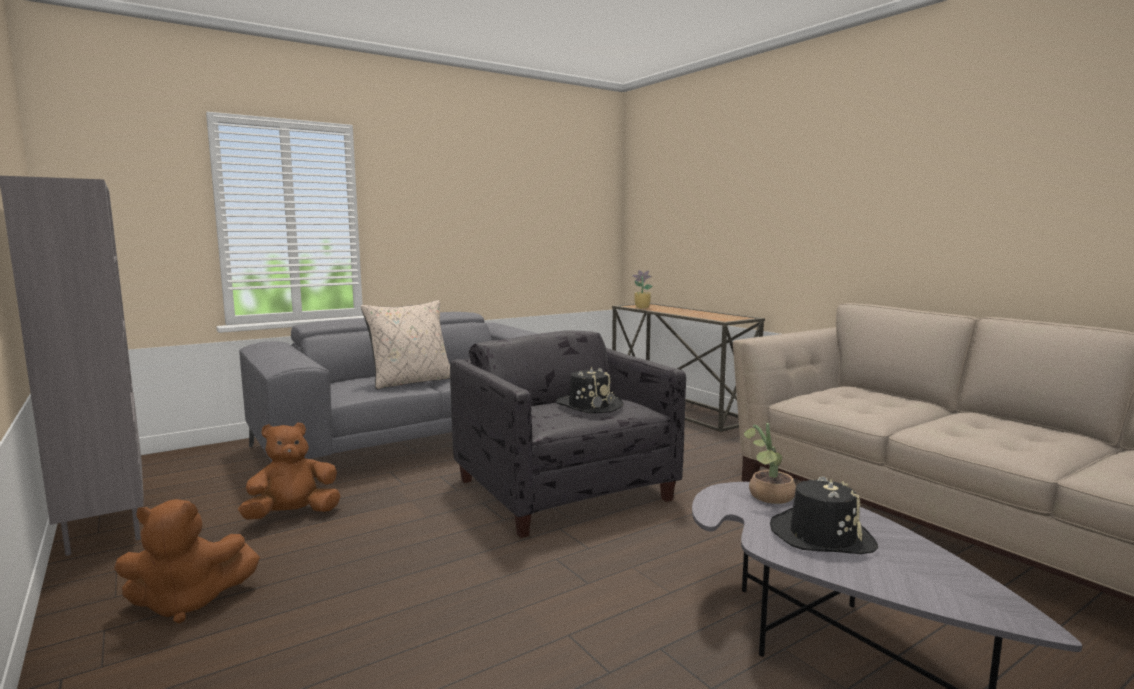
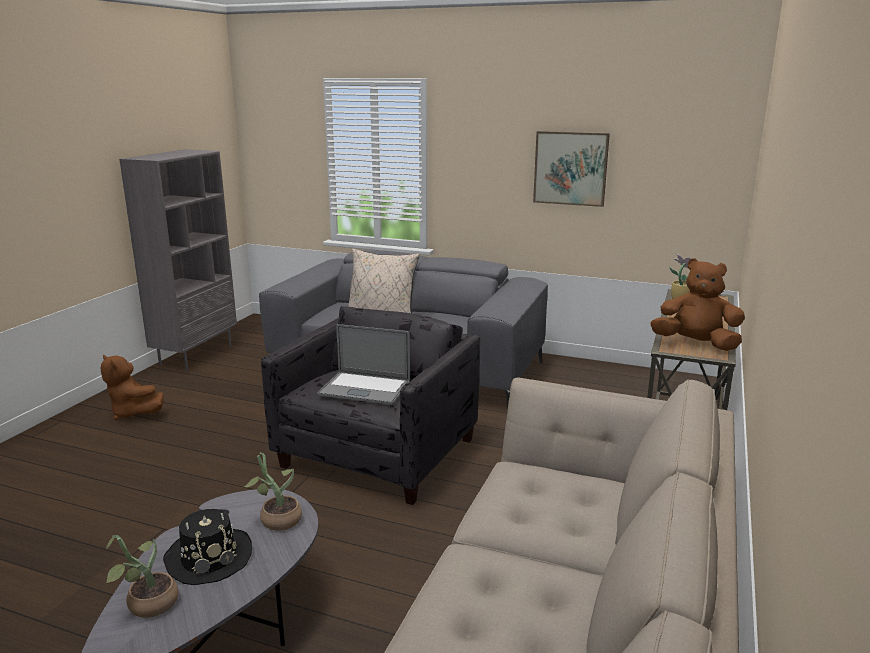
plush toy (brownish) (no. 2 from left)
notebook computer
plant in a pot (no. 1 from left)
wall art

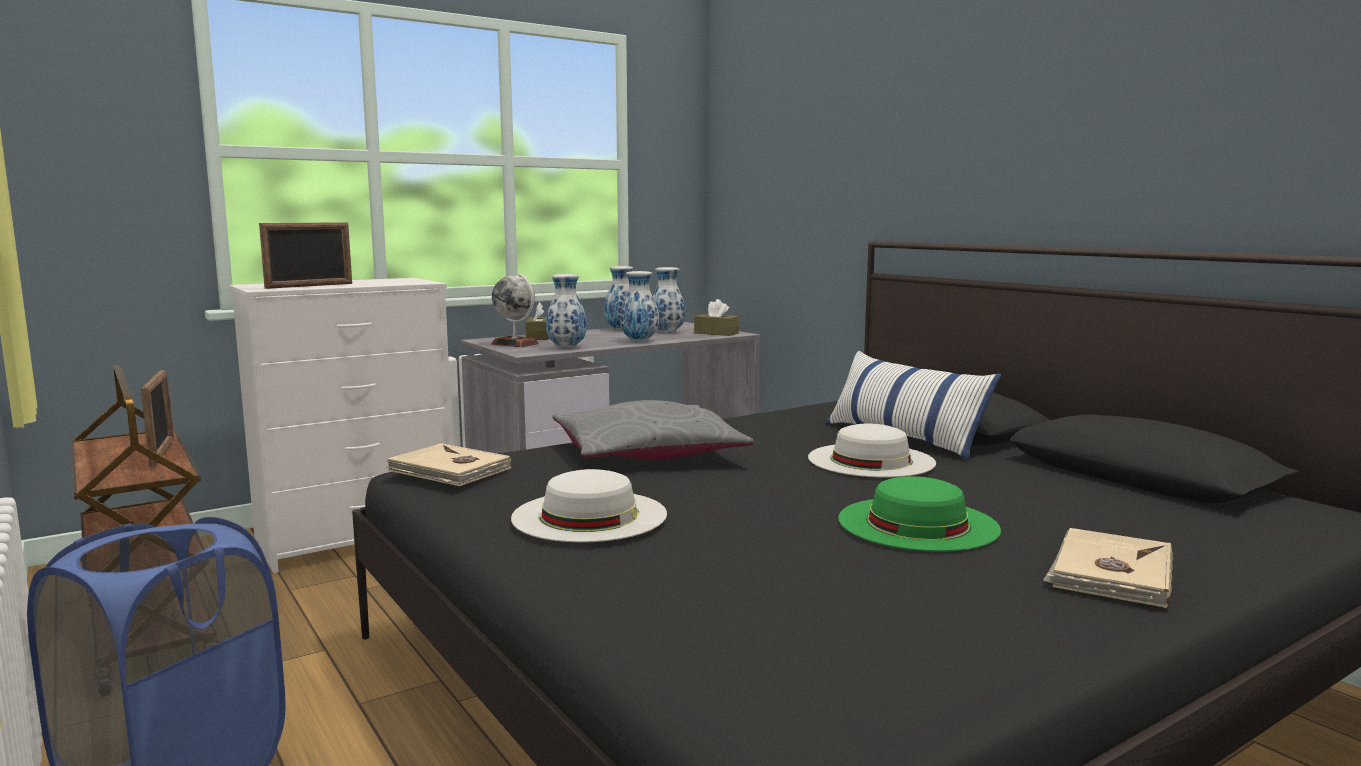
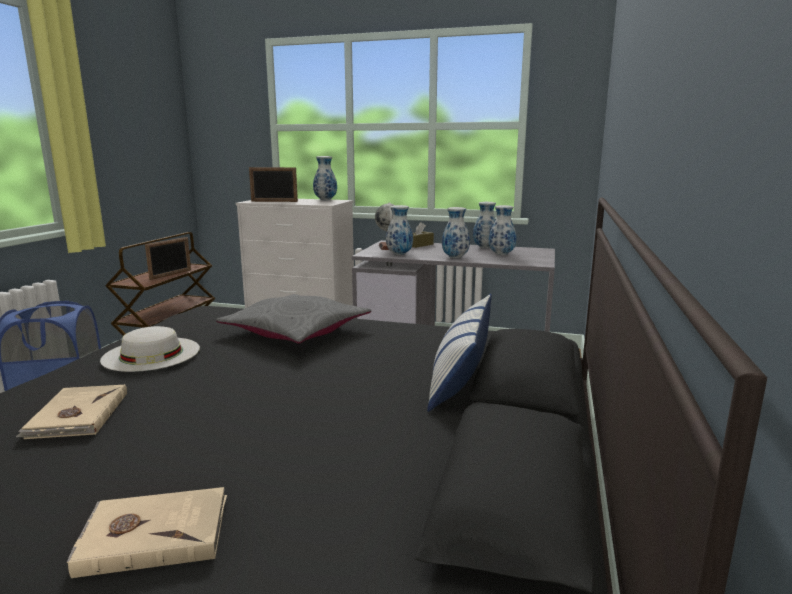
book (beige-coloured) (no. 1 from left)
tissue box (brownish) (no. 2 from left in the first image)
wearable hat (whitish) (no. 2 from left in the first image)
wearable hat (green)
vase (no. 1 from left)

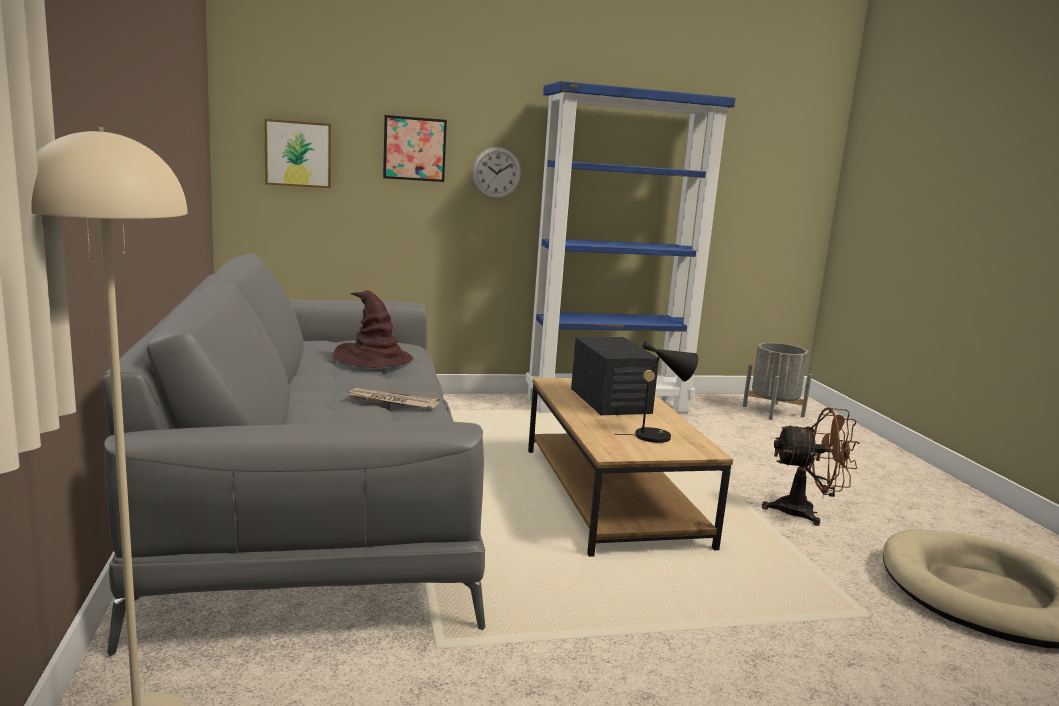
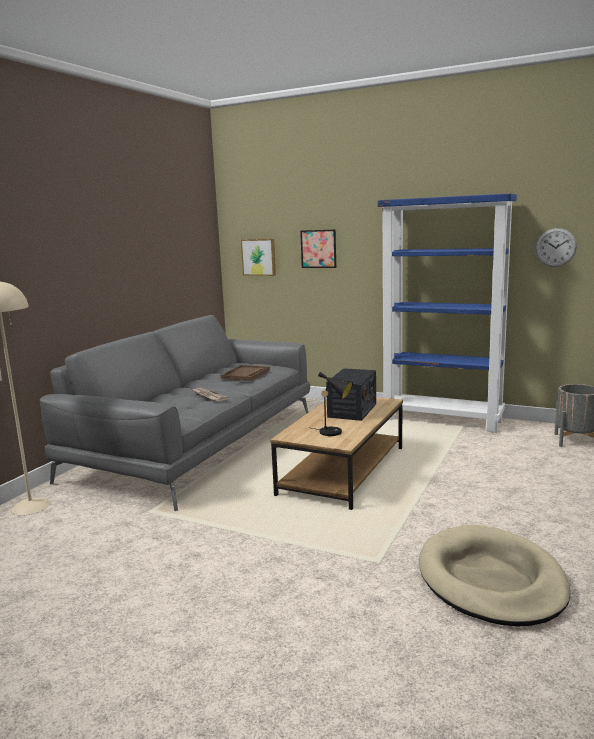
tray (brownish)
wall clock
electric fan (brownish)

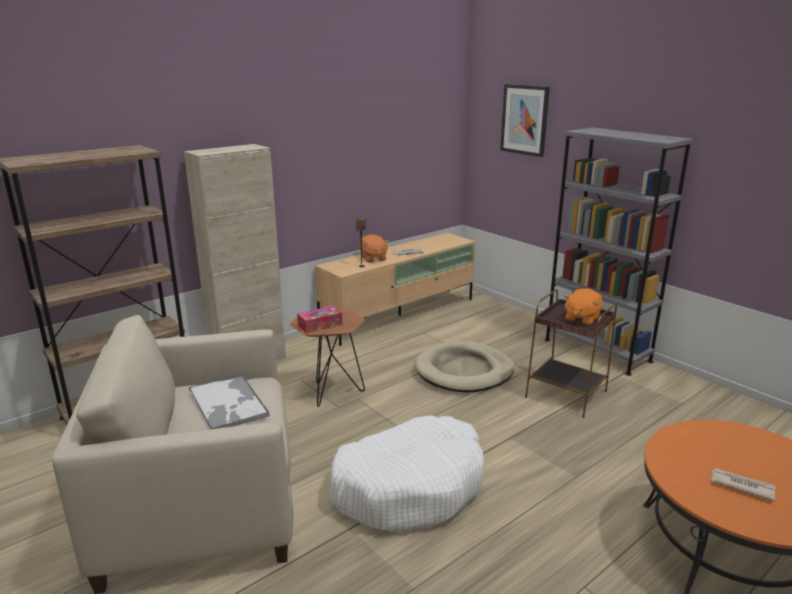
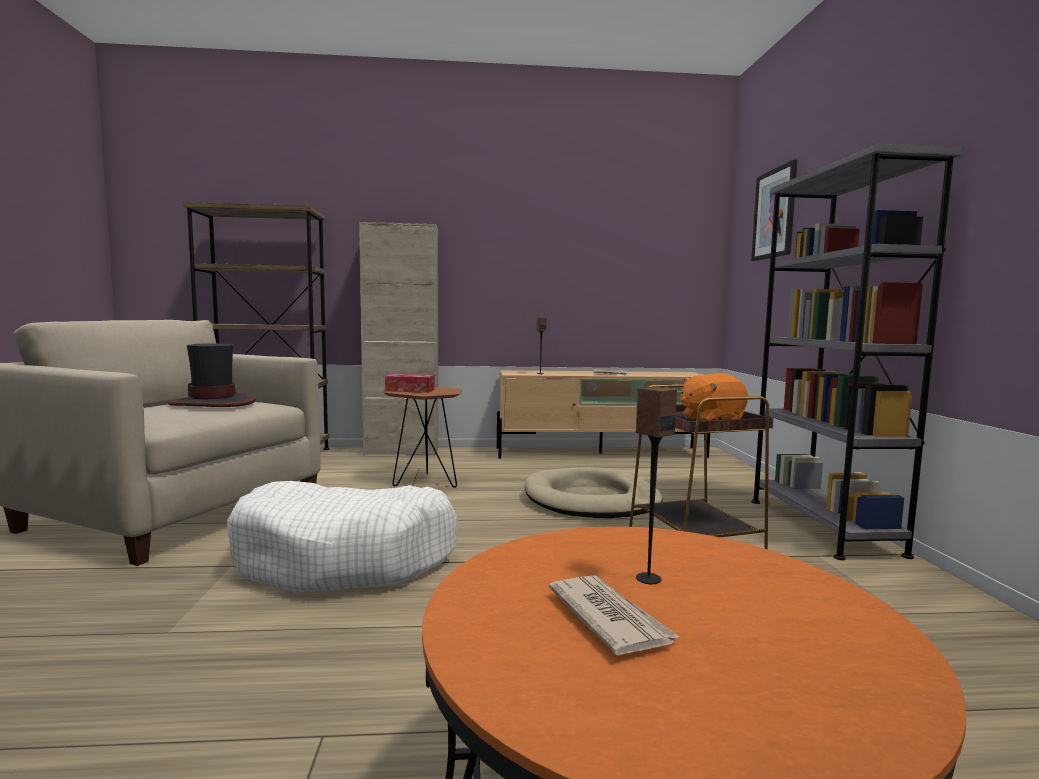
wearable hat
plush toy (orangey) (no. 1 from left in the first image)
loudspeaker (no. 2 from left)

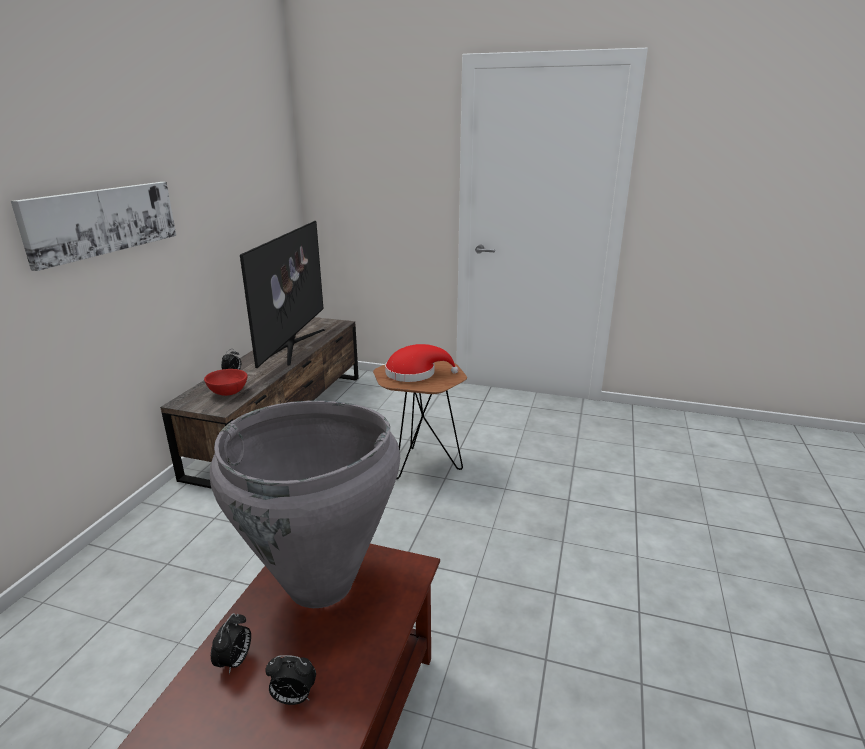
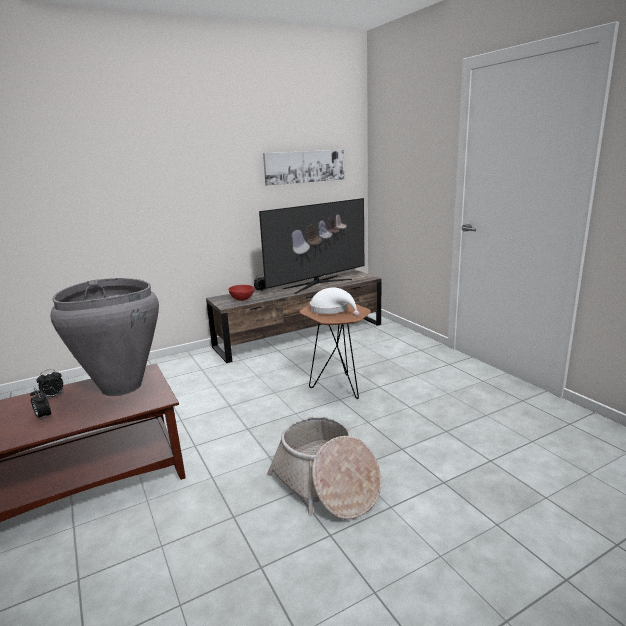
wall art
wearable hat (whitish)
basket

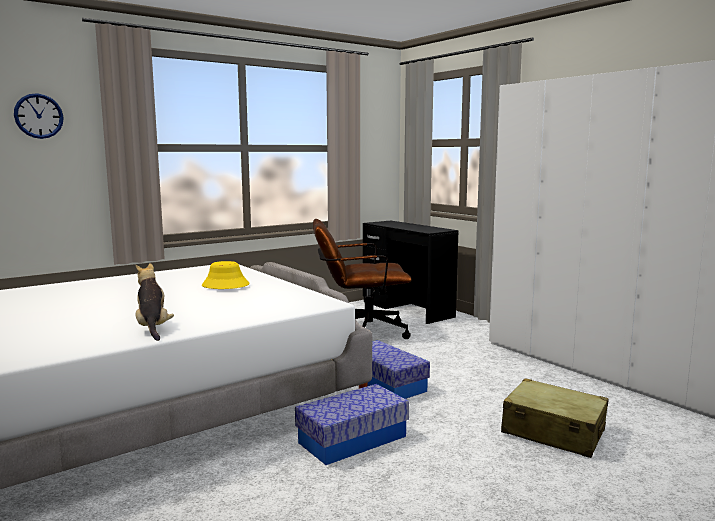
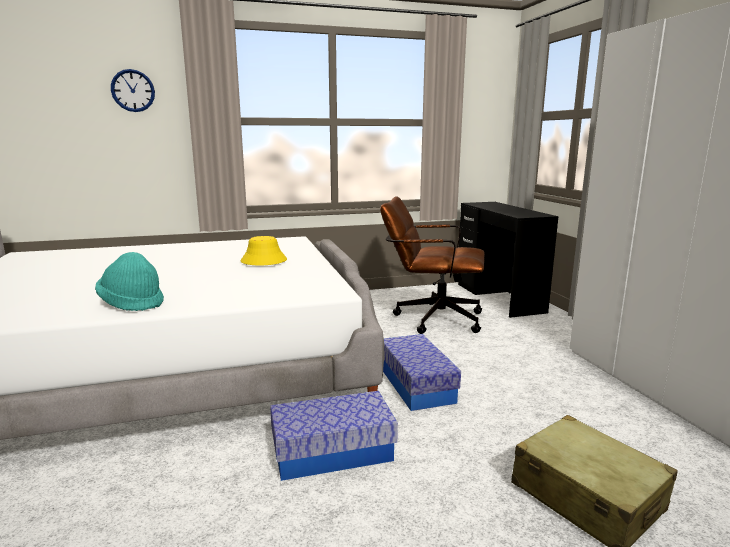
wearable hat (turquoise-coloured)

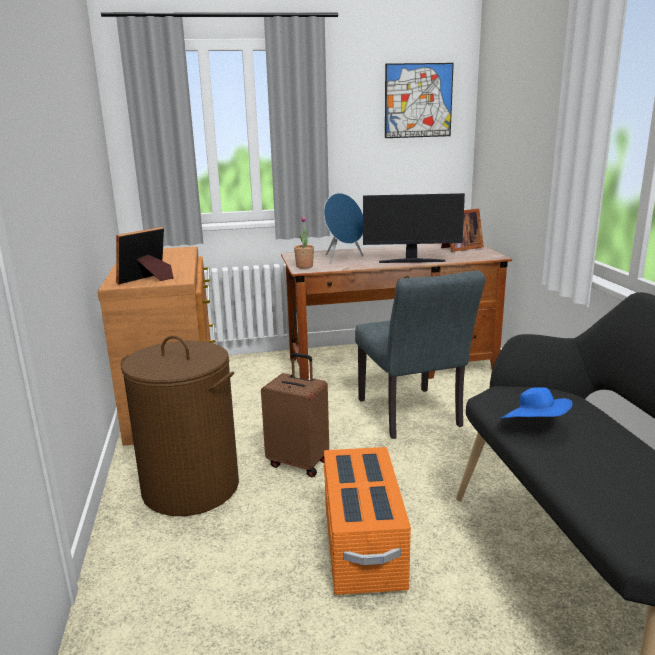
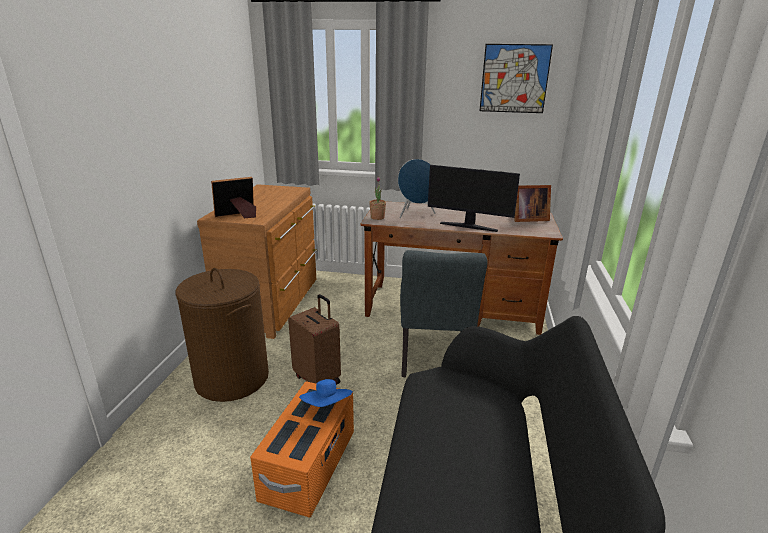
wearable hat (blue)

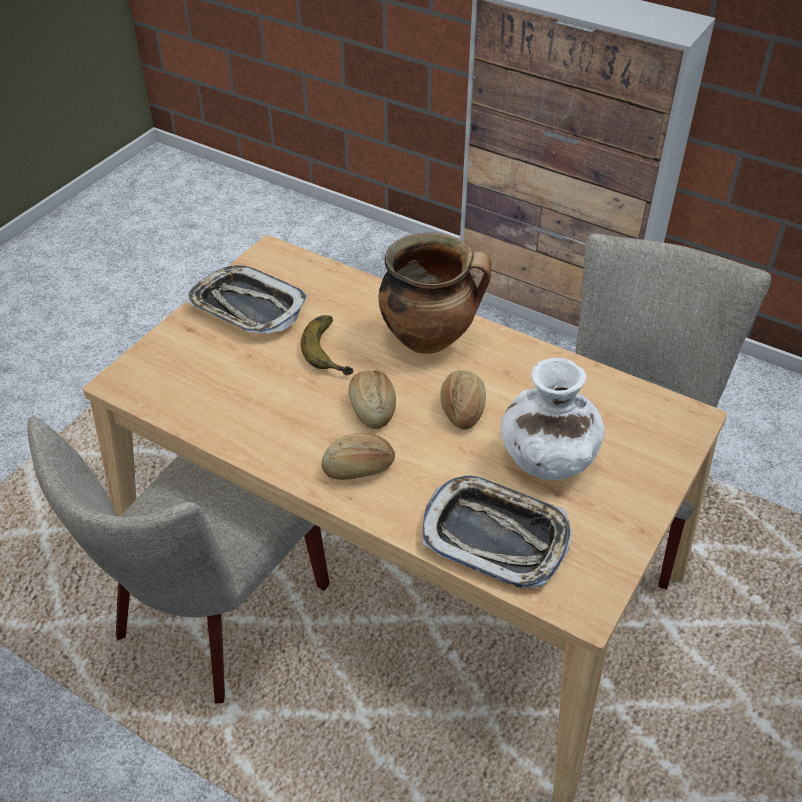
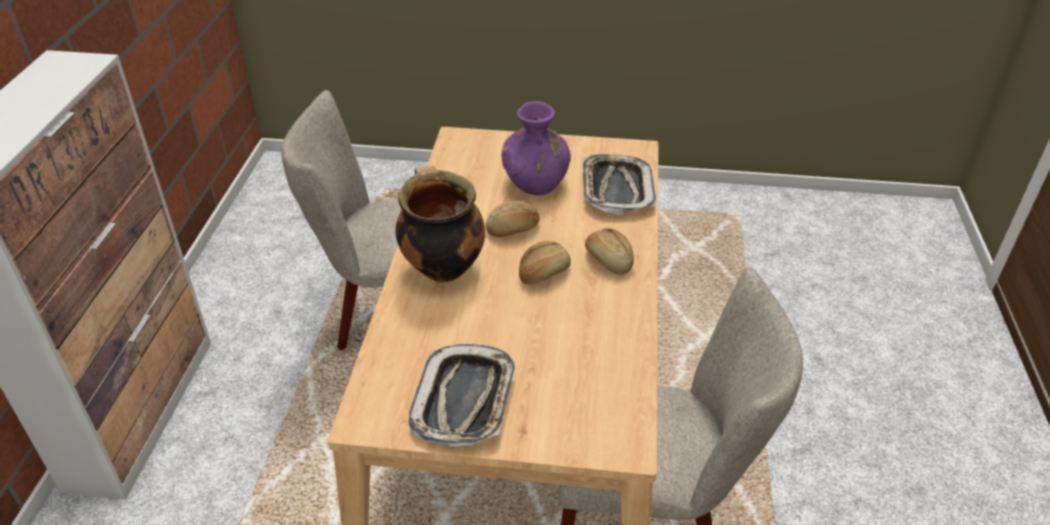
banana fruit
vase (purple)

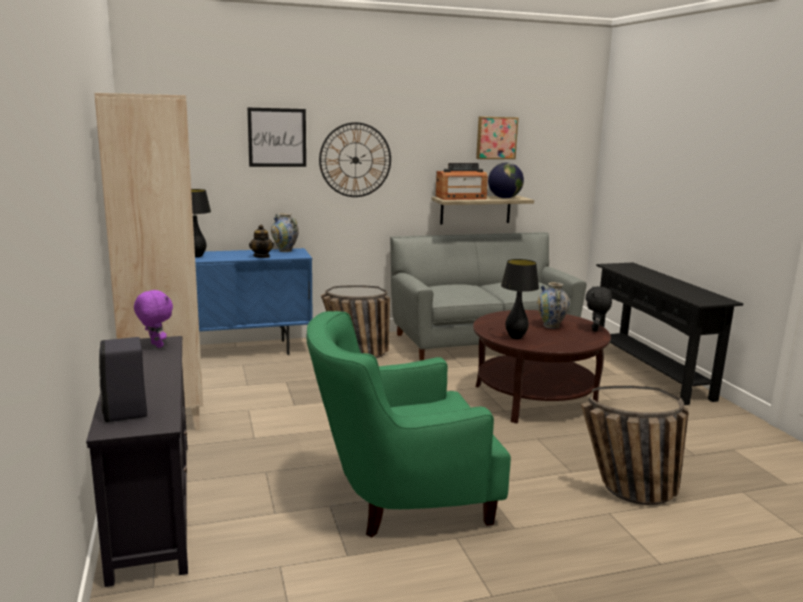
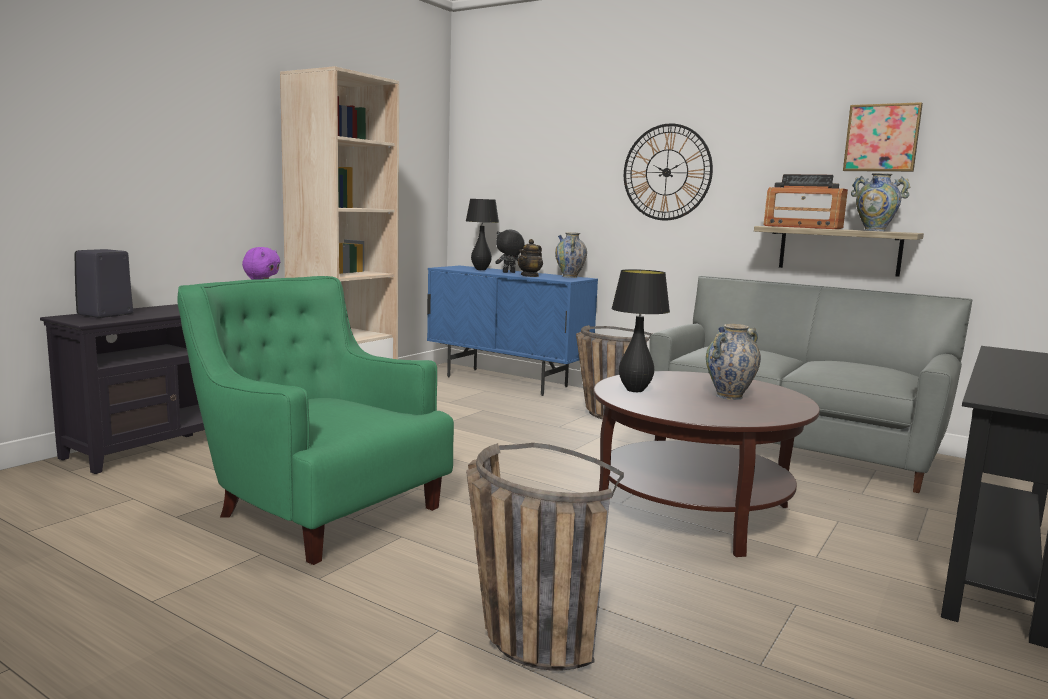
wall art (no. 1 from left in the first image)
vase (no. 3 from left)
plush toy (blackish)

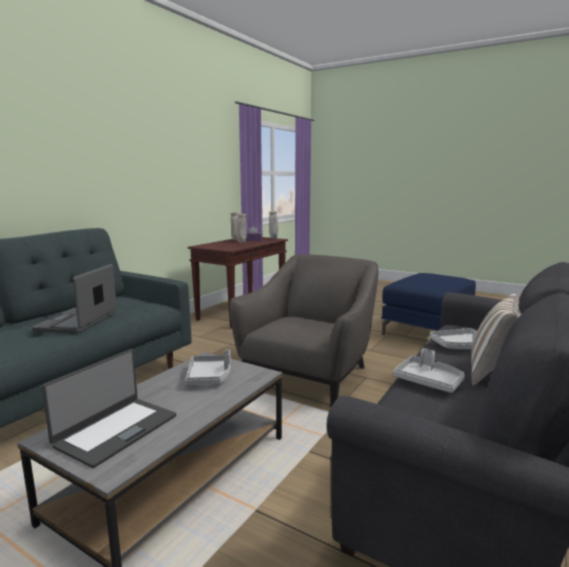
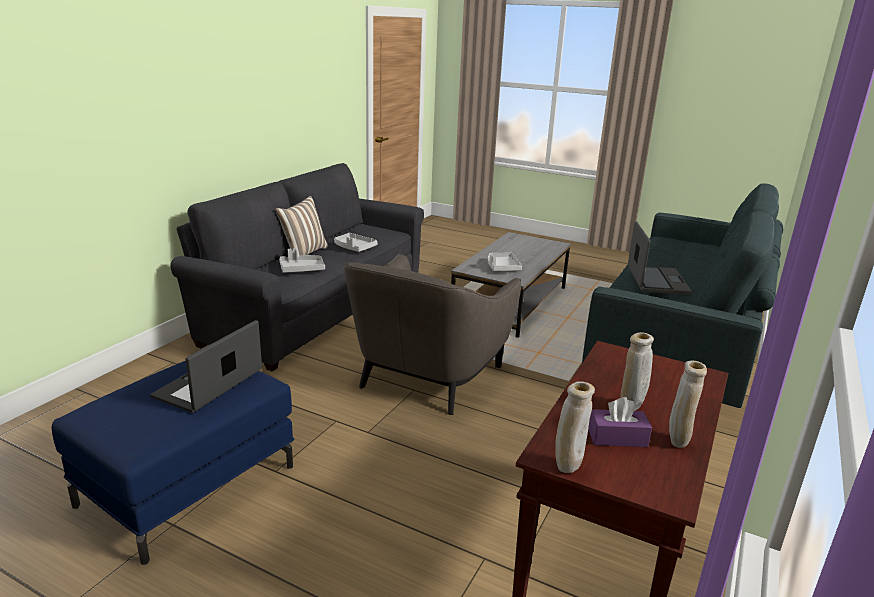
notebook computer (no. 1 from left)

